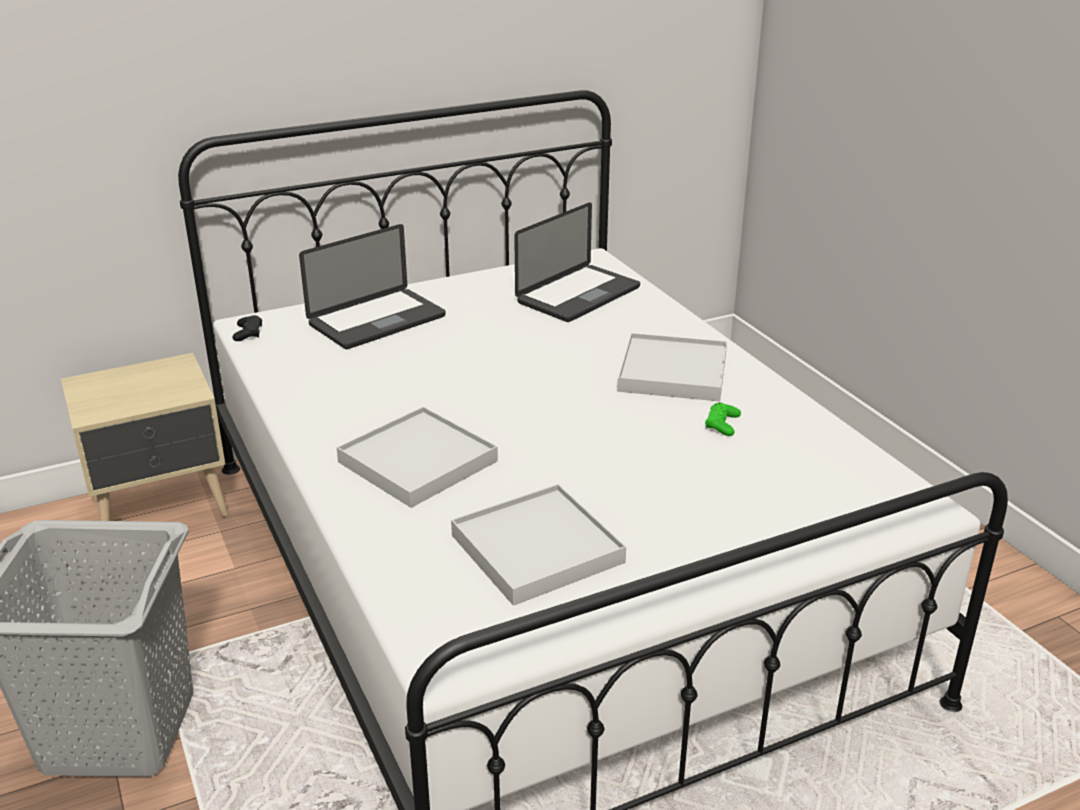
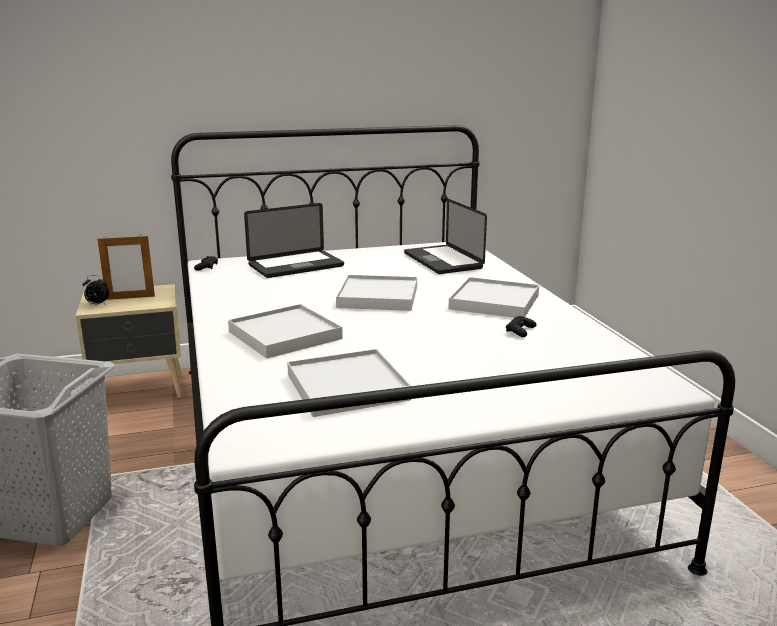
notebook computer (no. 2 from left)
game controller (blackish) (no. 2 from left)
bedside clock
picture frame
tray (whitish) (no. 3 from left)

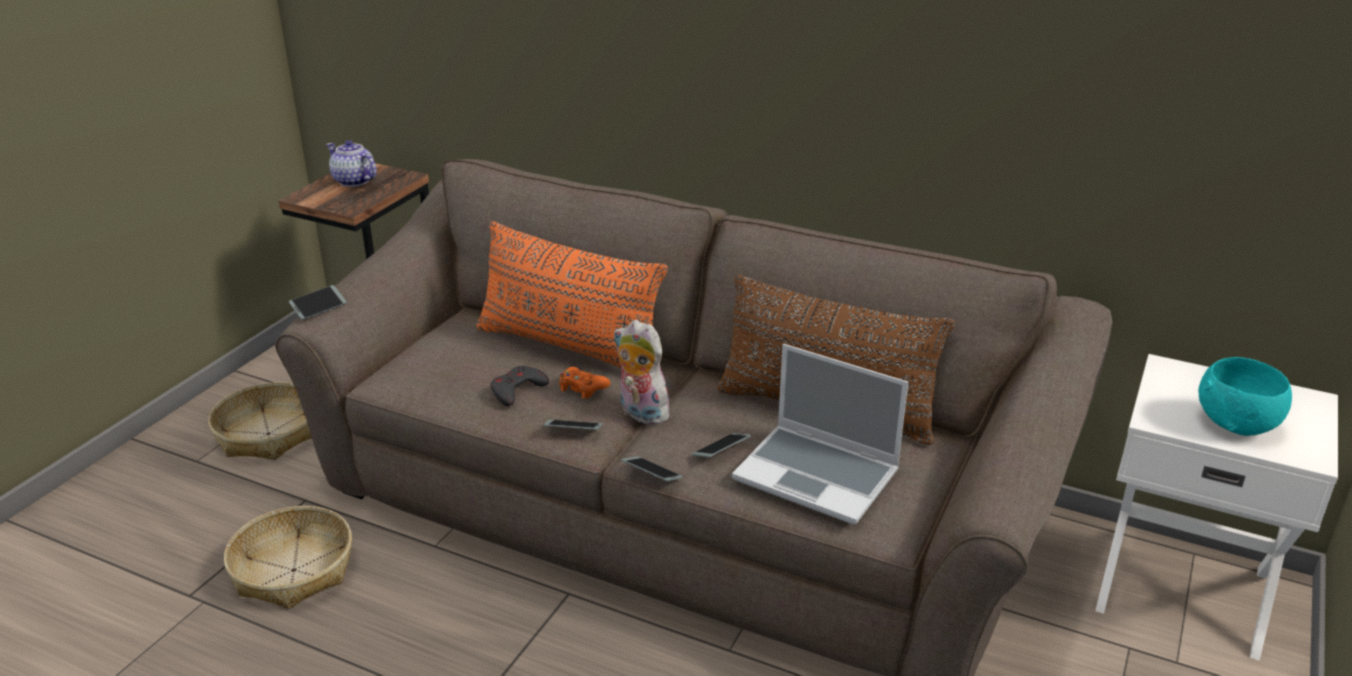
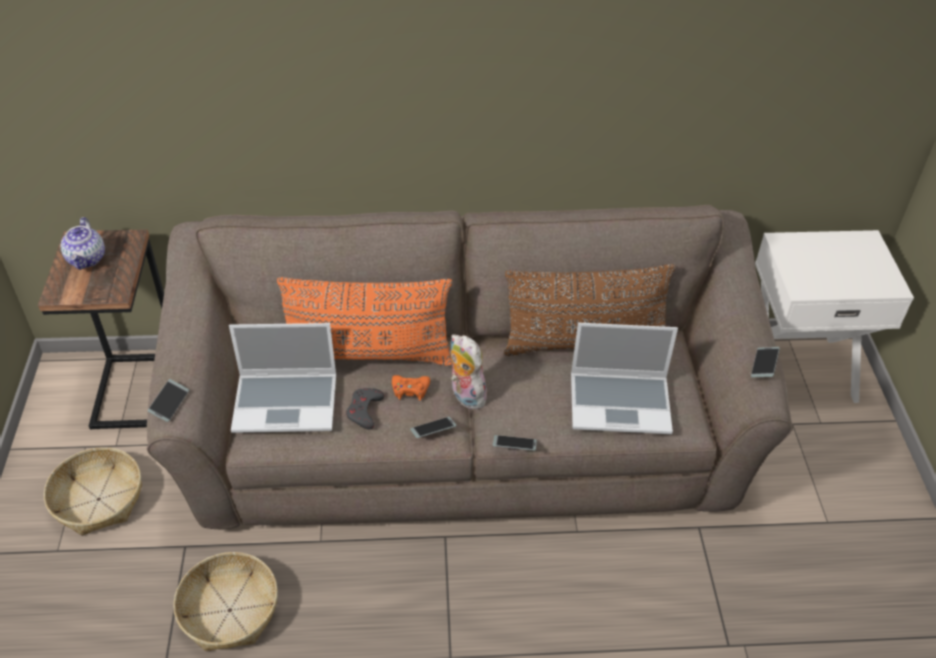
teapot
plush toy
telephone (no. 4 from left)
deep dish (turquoise-coloured)
notebook computer (no. 1 from left)

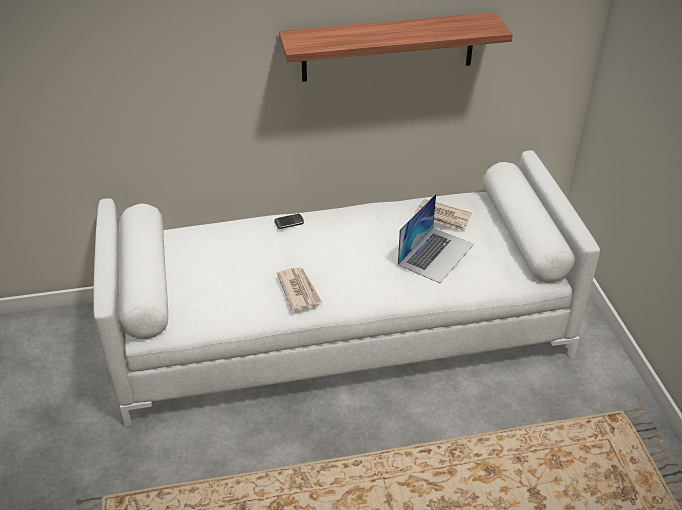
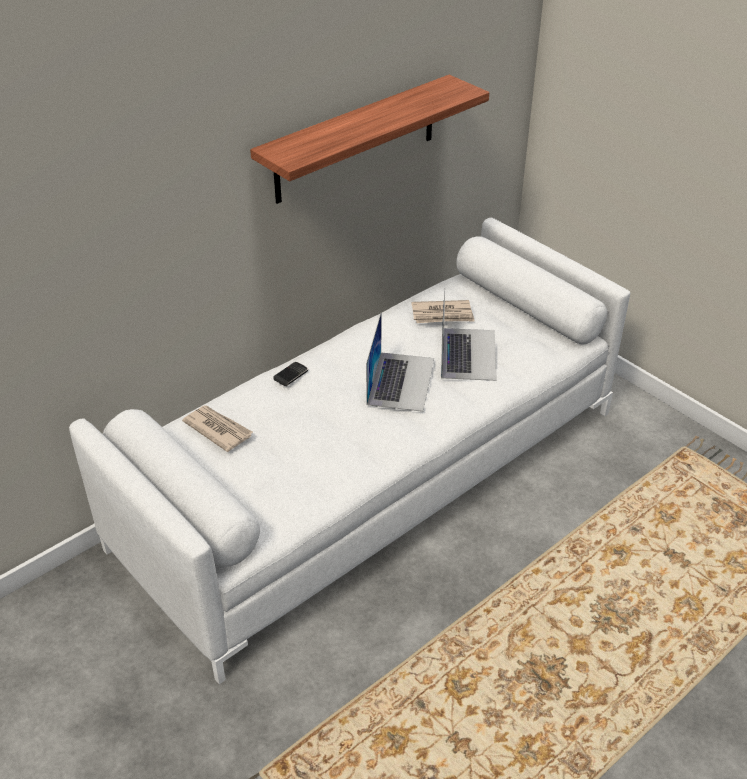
printed paper (no. 1 from left)
notebook computer (no. 1 from left)

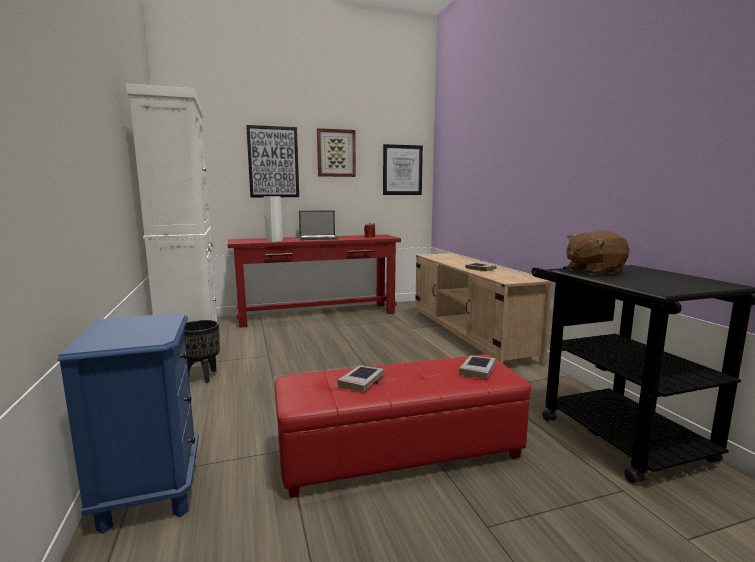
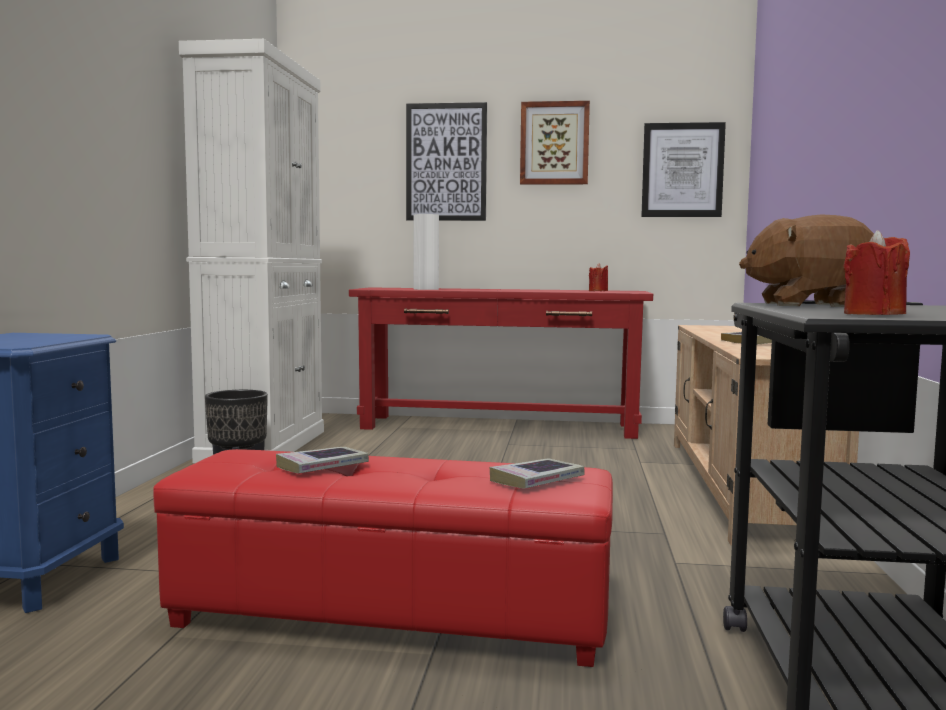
notebook computer
wax light (red) (no. 2 from left)

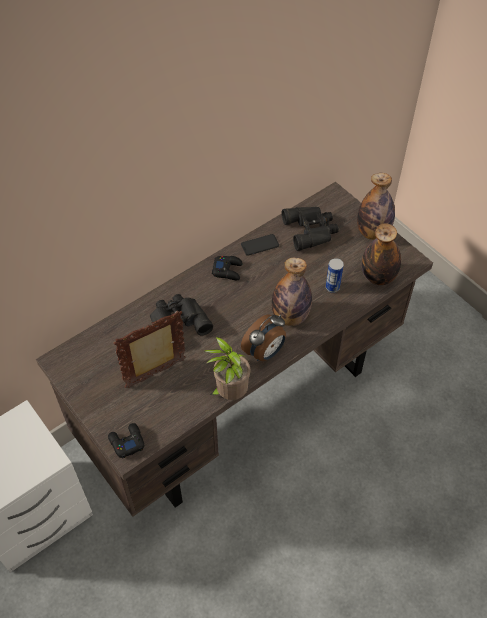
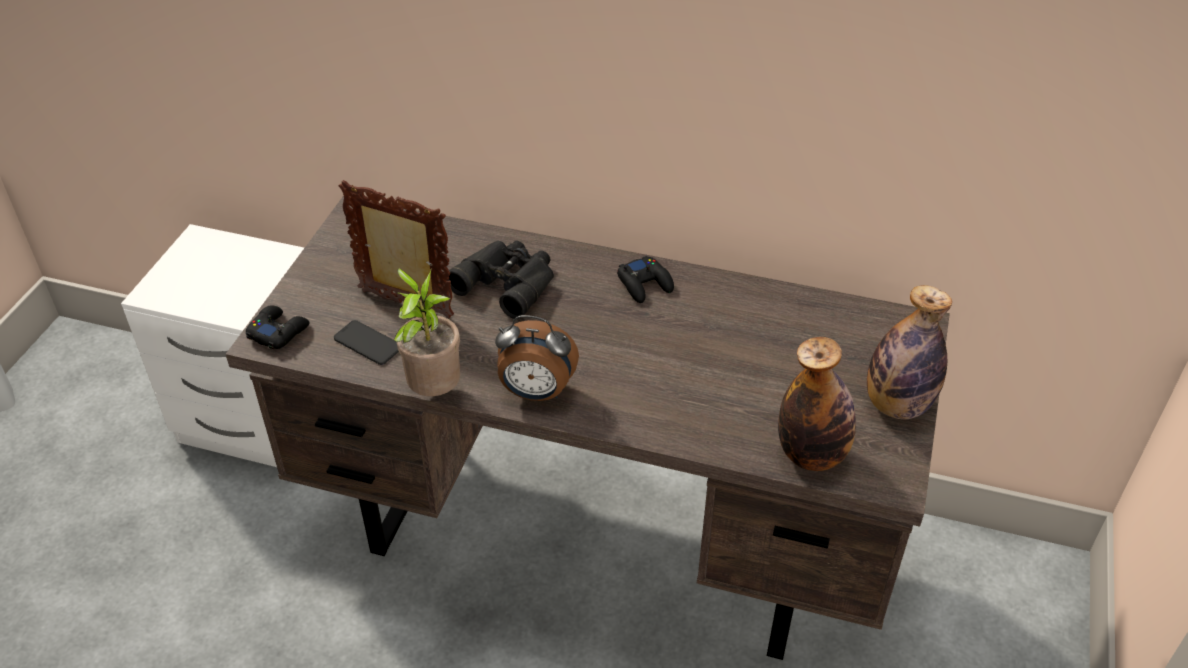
telephone
beverage bottle (no. 1 from left in the first image)
binoculars (blackish) (no. 2 from left in the first image)
sealed can

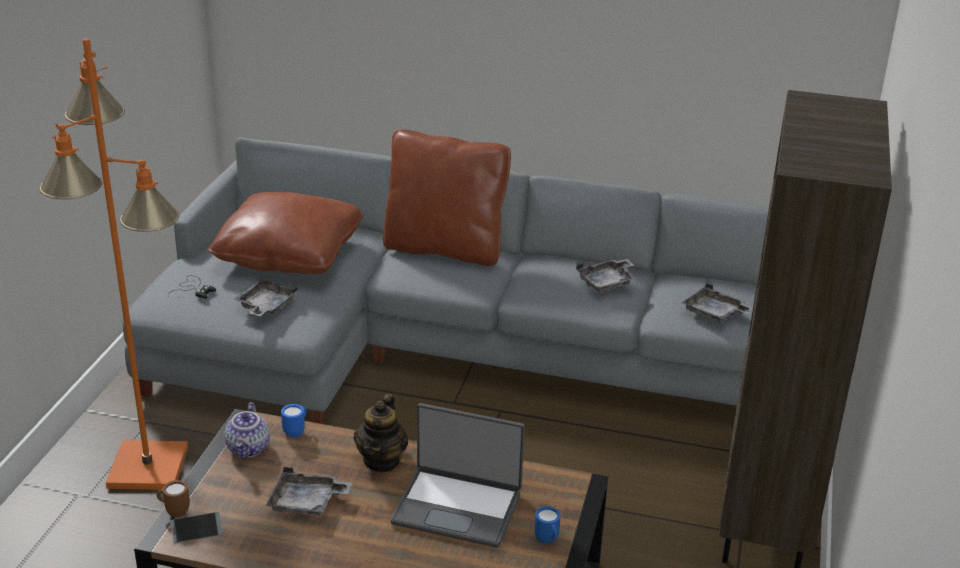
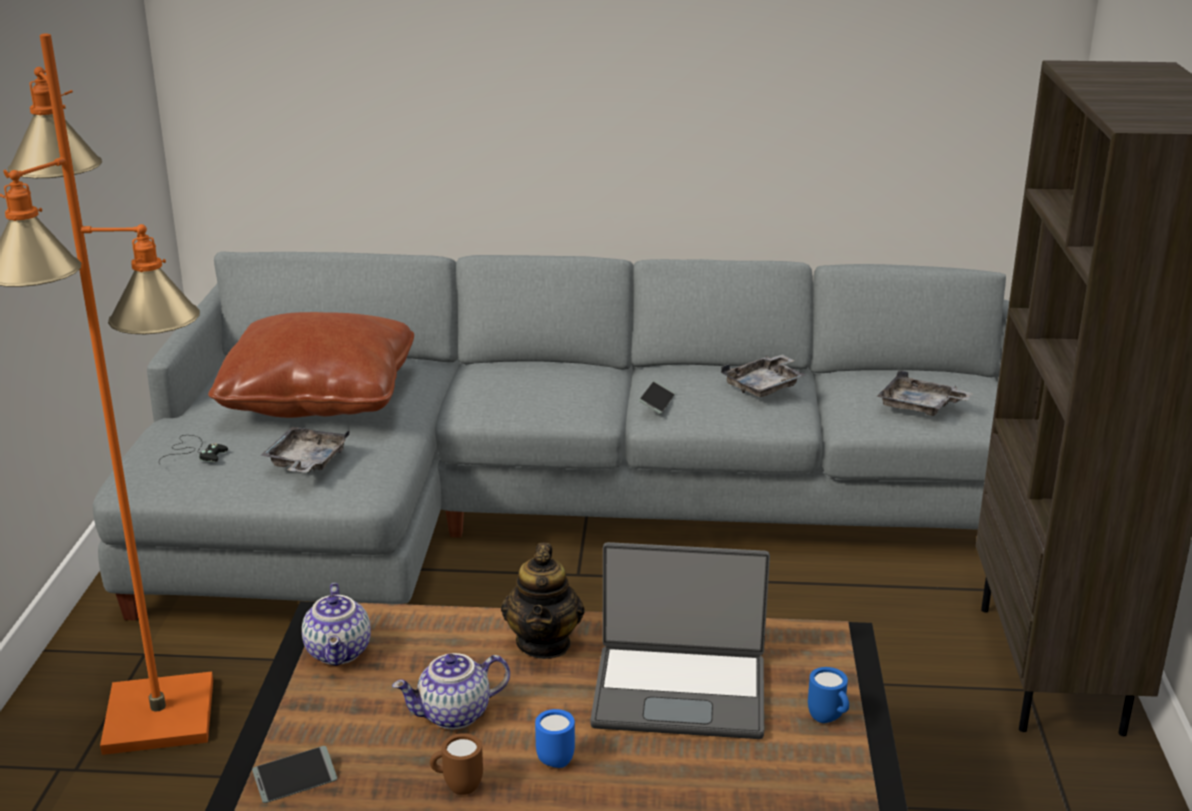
mug (brownish)
teapot (no. 2 from left)
mug (blue) (no. 1 from left)
throw pillow (brownish) (no. 2 from left in the first image)
telephone (no. 2 from left)

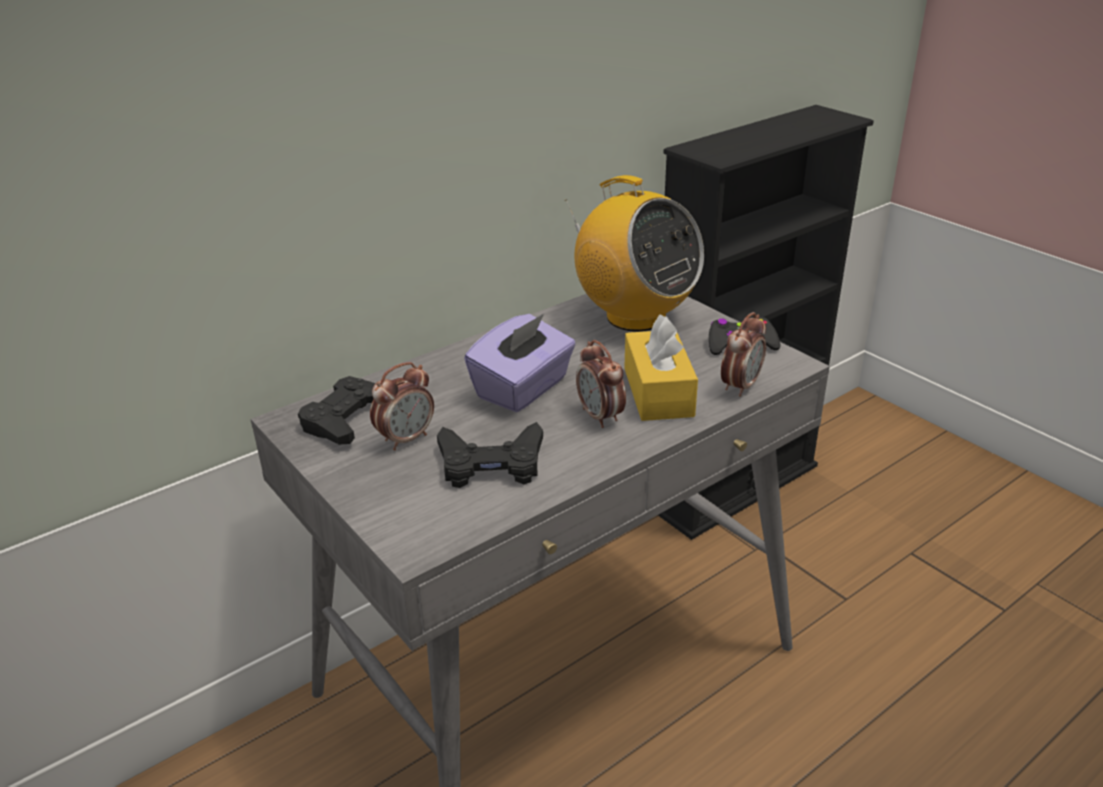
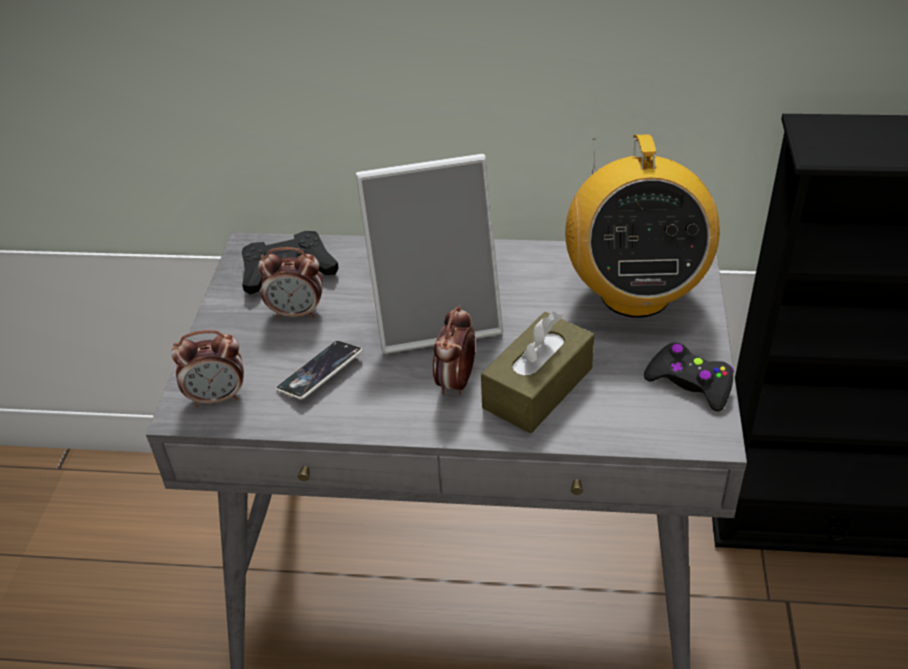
telephone
picture frame
tissue box (brownish)
bedside clock (no. 1 from left)

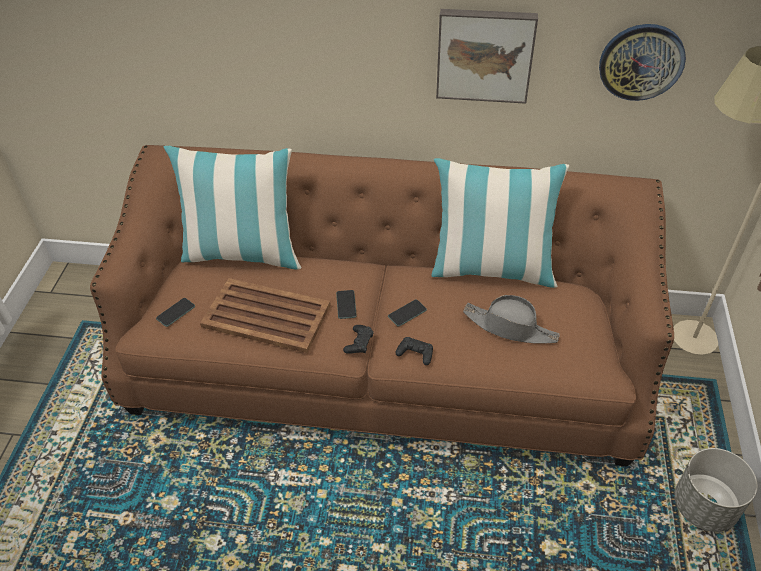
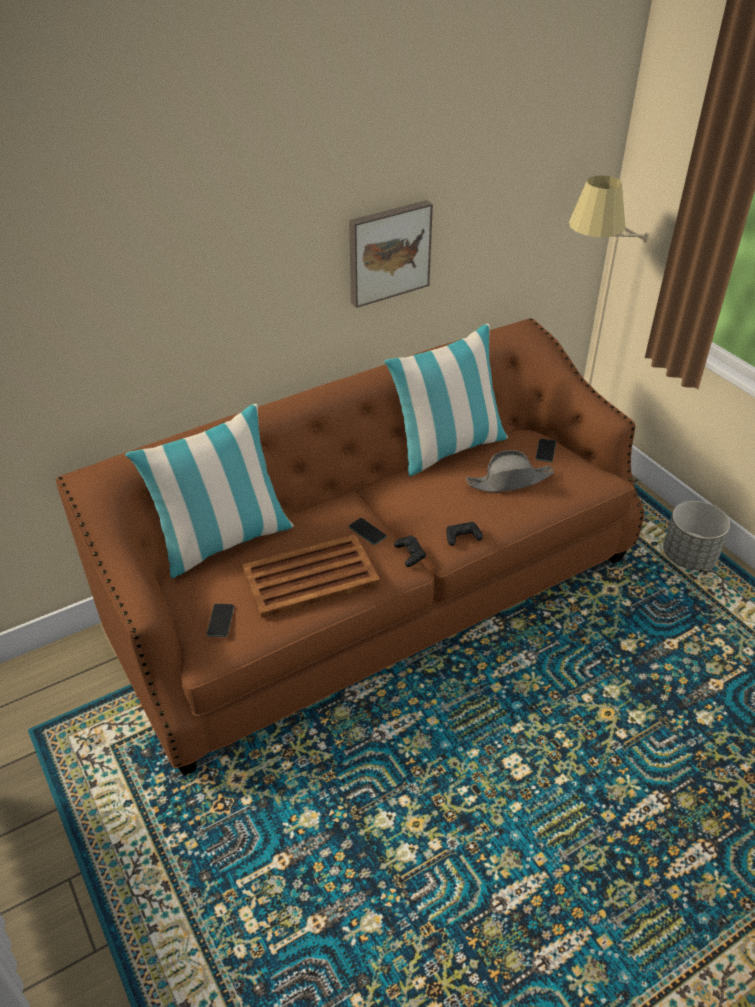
telephone (no. 3 from left)
wall clock

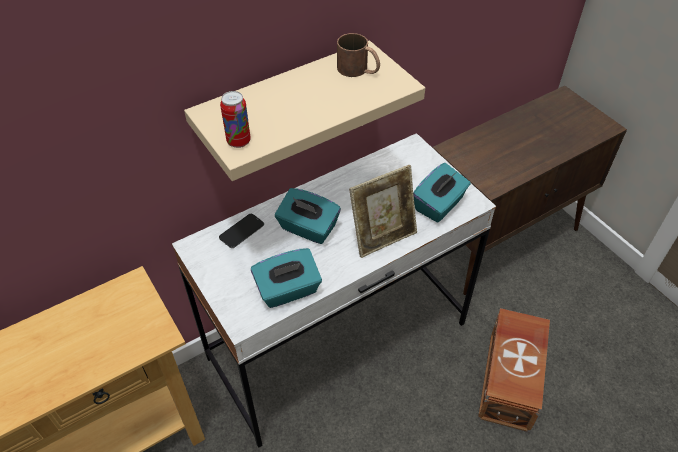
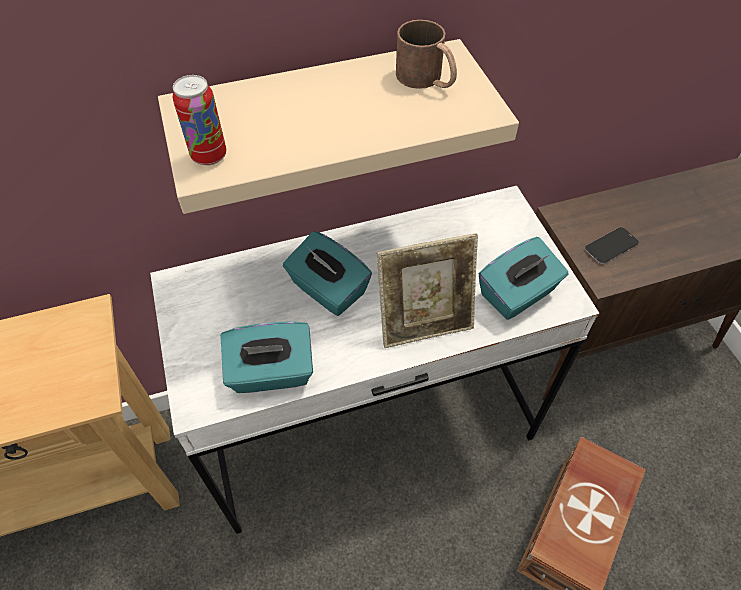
telephone

